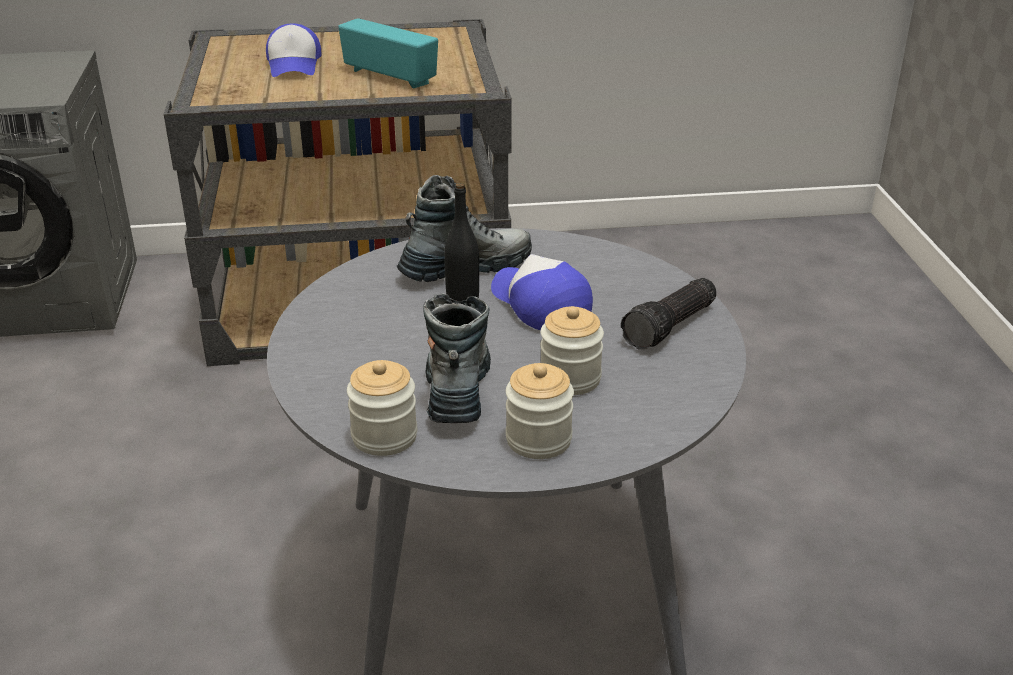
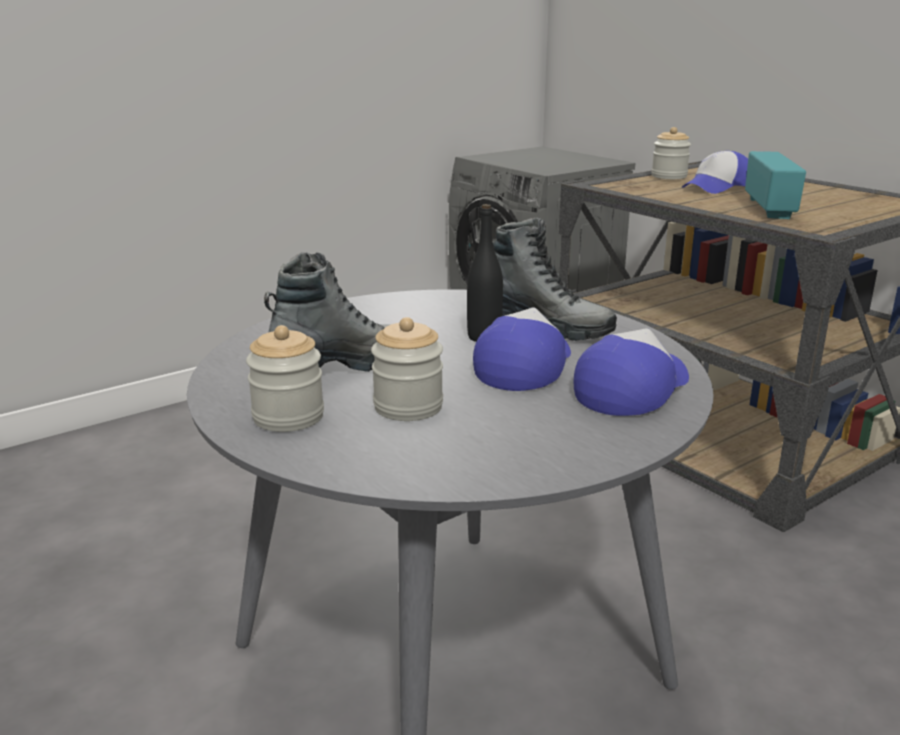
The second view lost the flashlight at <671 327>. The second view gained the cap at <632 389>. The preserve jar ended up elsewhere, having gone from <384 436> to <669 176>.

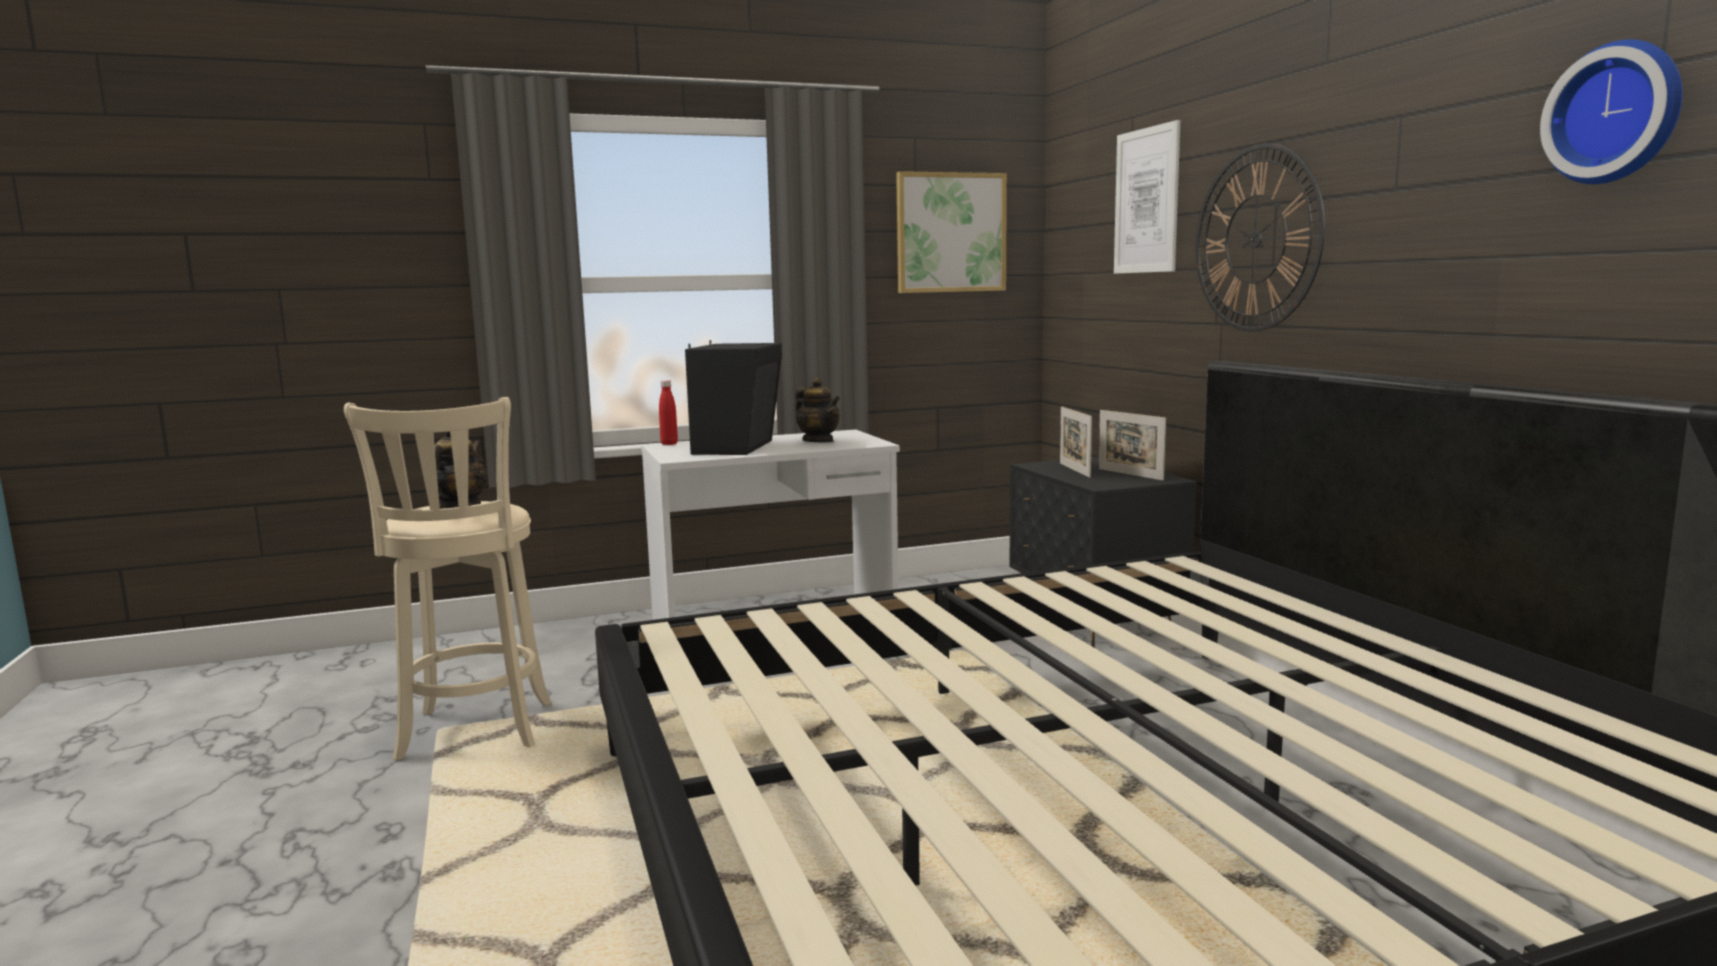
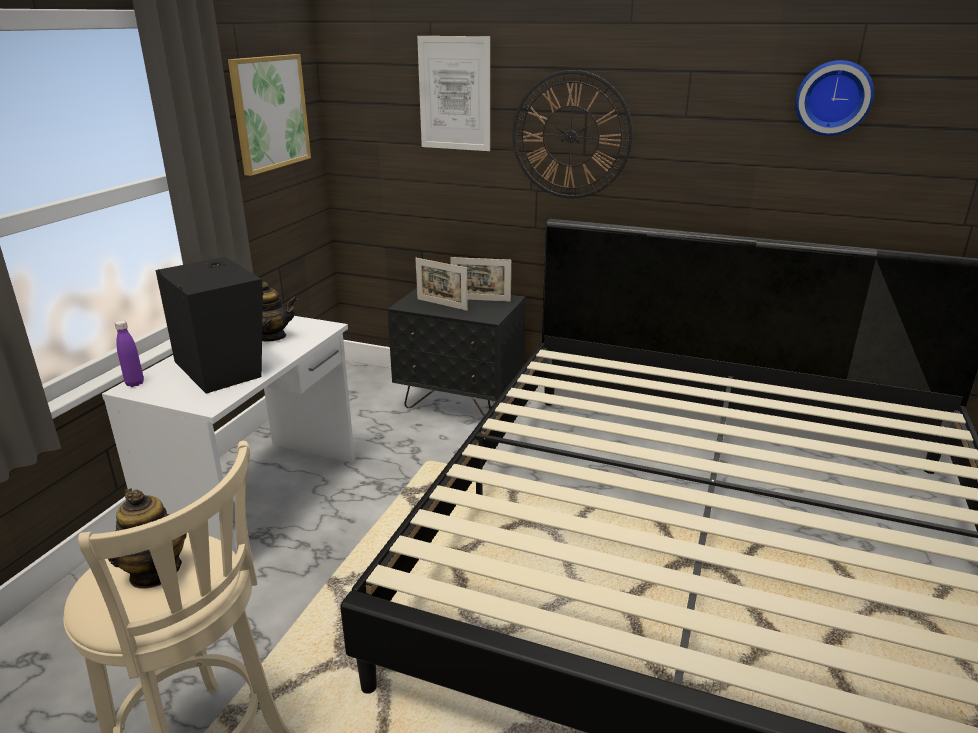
What was the red drink bottle at <669 444> turned into the purple drink bottle at <135 383>.

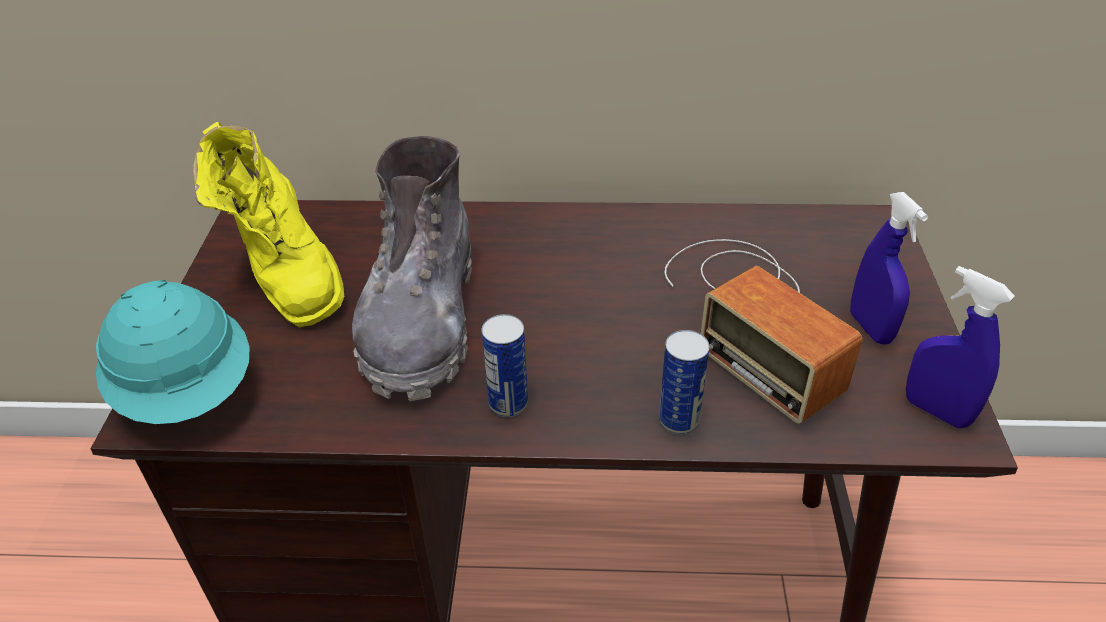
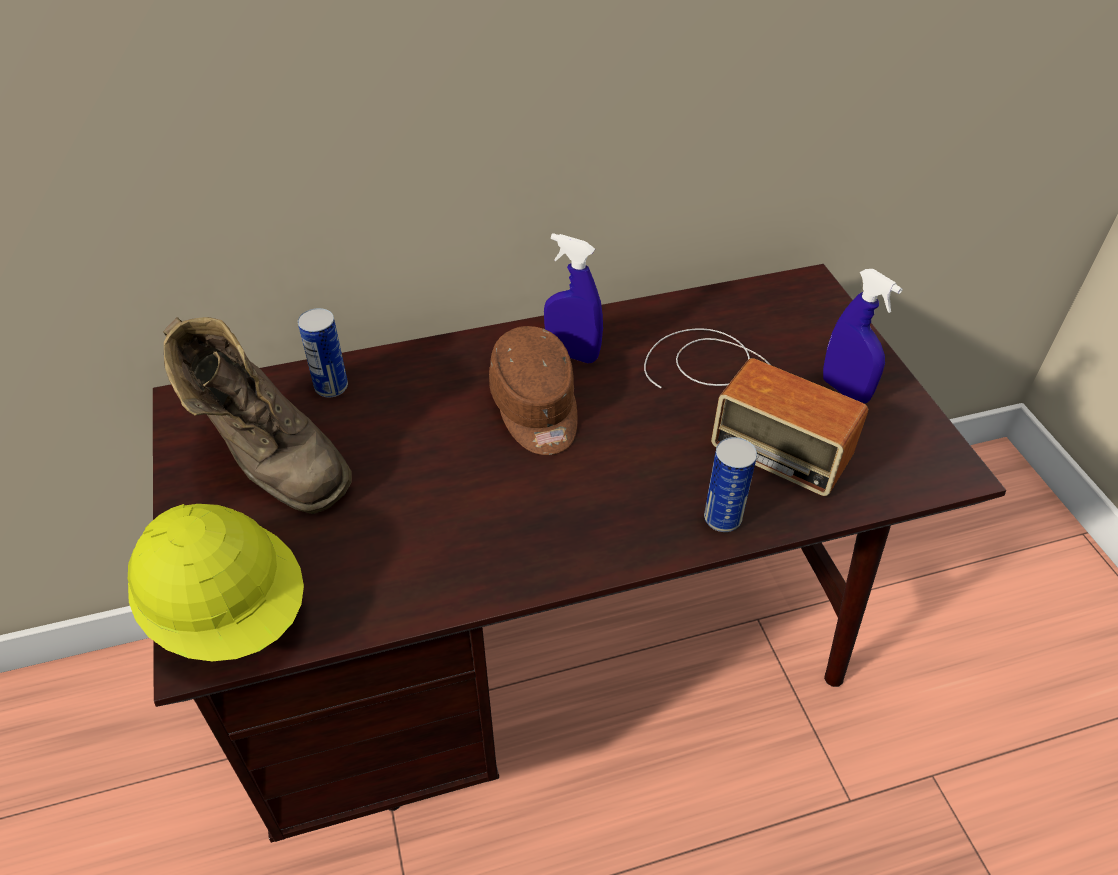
The second view lost the grey tall boot at <422 320>. The second view gained the brown-coloured cap at <536 409>. The sealed can ended up elsewhere, having gone from <508 403> to <331 387>. The blue hand sprayer ended up elsewhere, having gone from <936 411> to <572 354>. What was the blue-green hard hat at <188 391> turned into the yellowish hard hat at <229 612>. What was the yellowish tall boot at <287 277> turned into the brown-coloured tall boot at <270 461>.

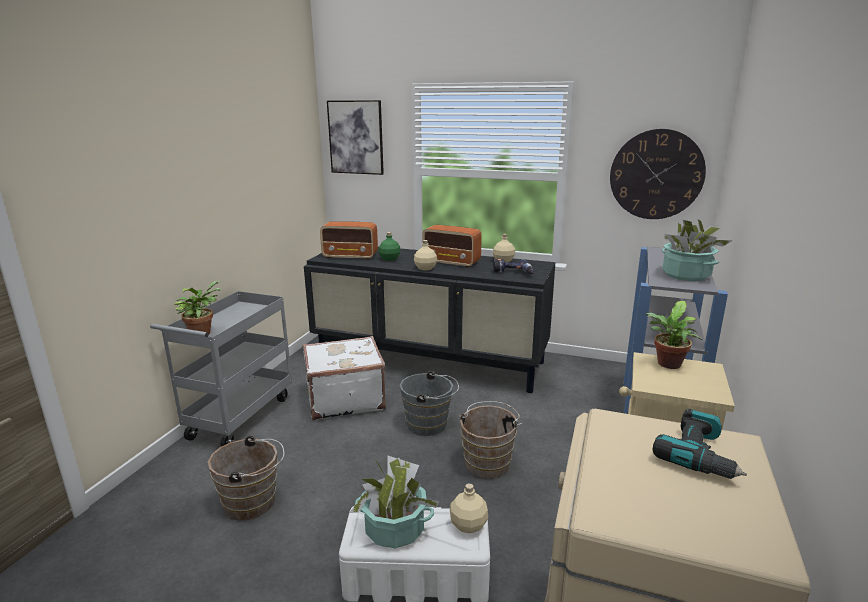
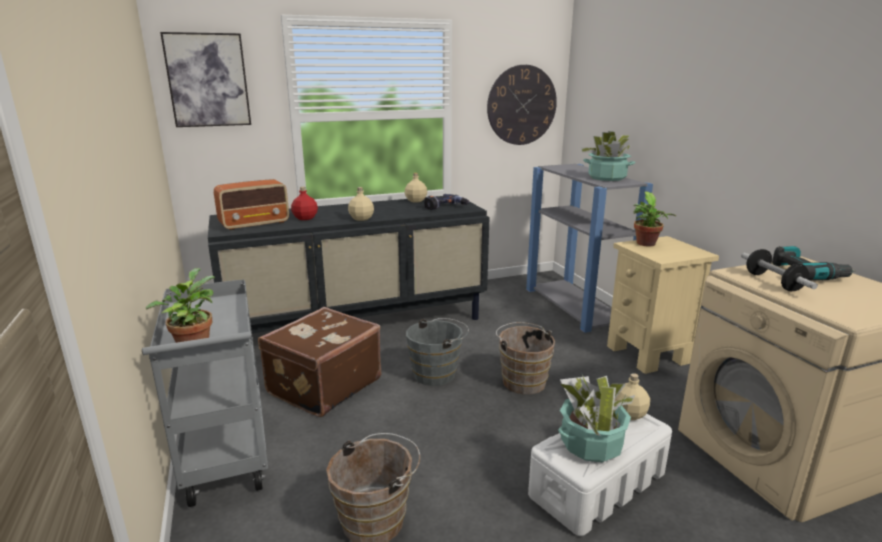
The second view lost the radio at <452 262>. The second view gained the hand weight at <773 282>. What was the whitish travel case at <344 399> turned into the brown-coloured travel case at <322 385>. What was the green drink bottle at <389 259> turned into the red drink bottle at <305 218>.

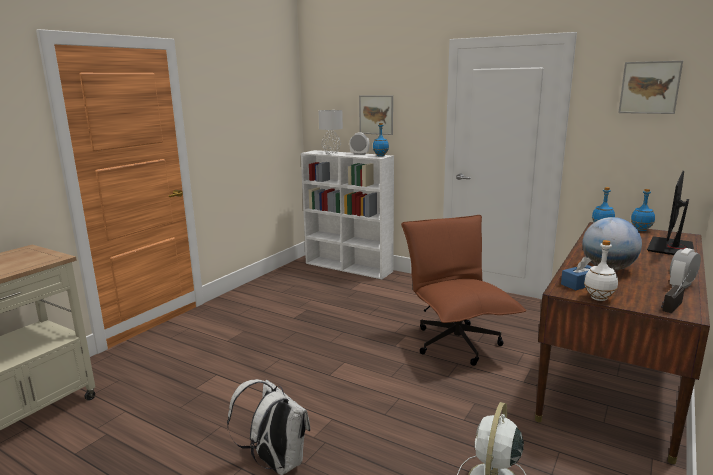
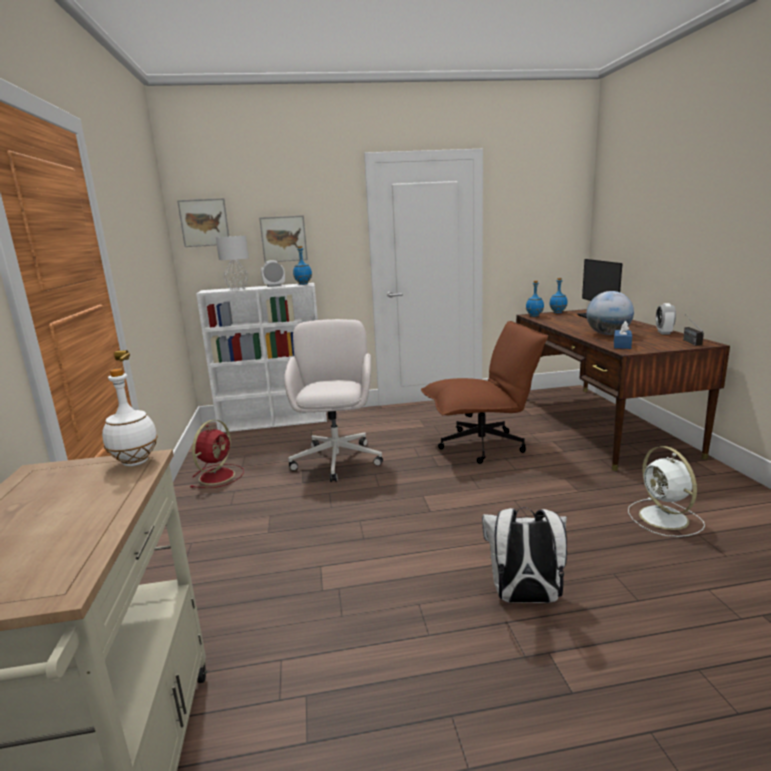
The second view gained the red fan at <218 475>. The second view gained the whitish office chair at <337 460>. The whitish drink bottle ended up elsewhere, having gone from <598 298> to <135 462>. The picture ended up elsewhere, having gone from <649 87> to <204 222>. The brown-coloured office chair at <457 344> ended up facing another way, 135 degrees clockwise from before.

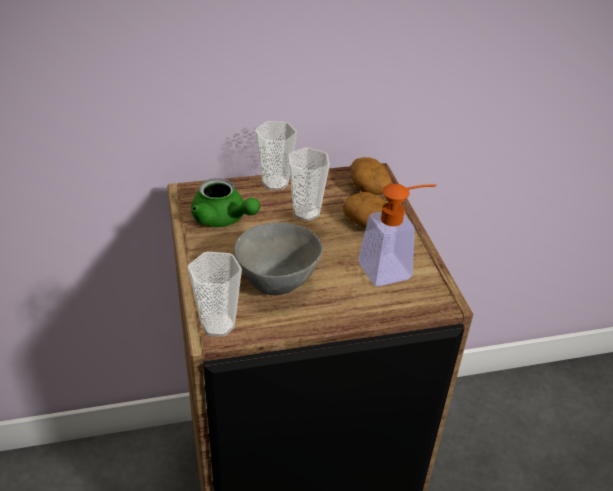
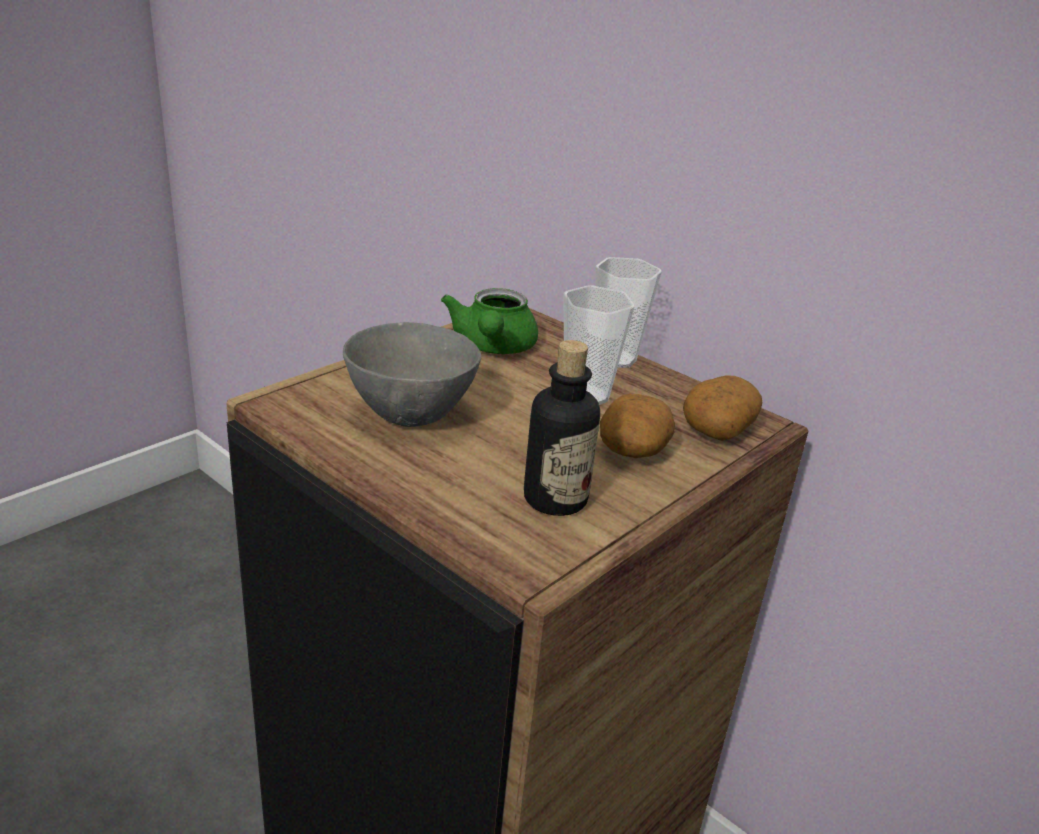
The second view lost the drinking cup at <218 325>. Where the liquid soap bottle stood at <393 269>, the drink bottle came to stand at <555 499>.

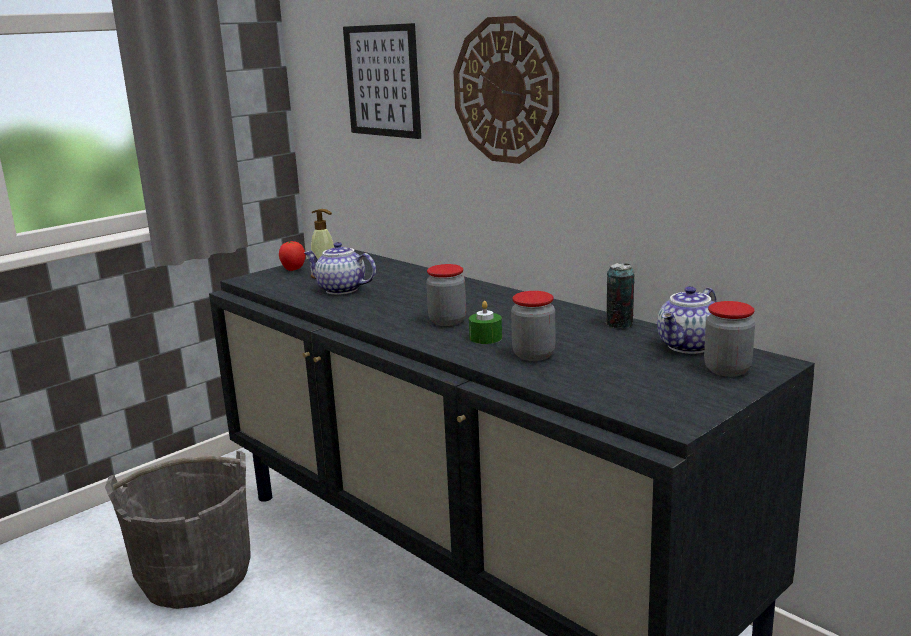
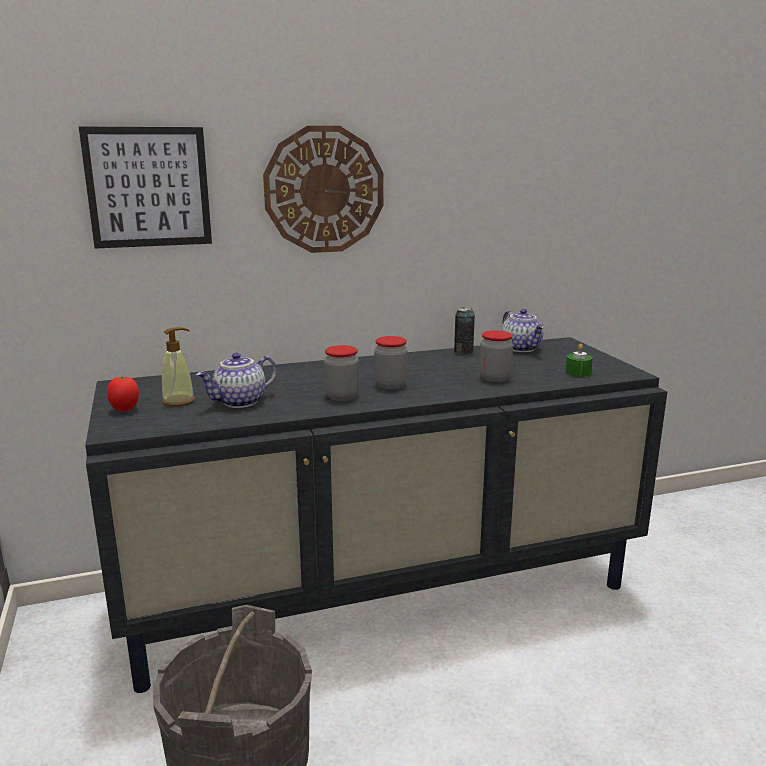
The green wax candle ended up elsewhere, having gone from <485 338> to <578 372>. The preserve jar ended up elsewhere, having gone from <727 370> to <342 396>.

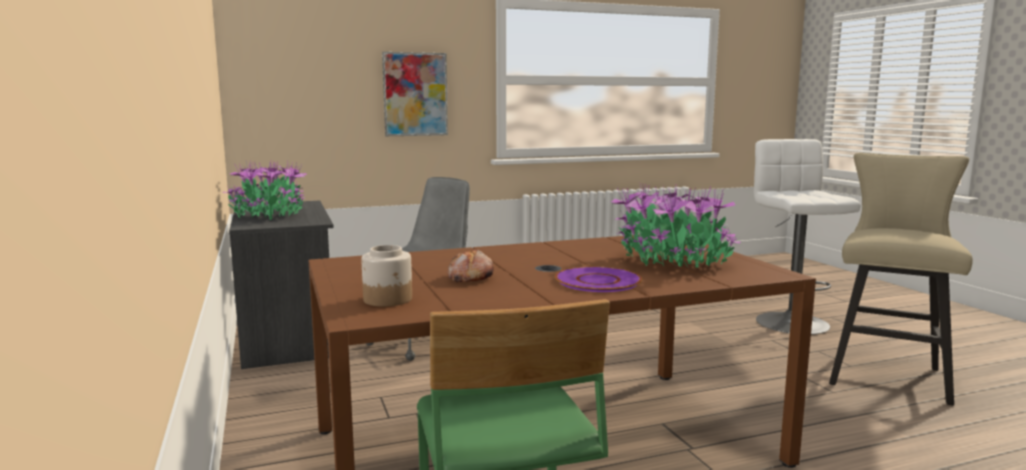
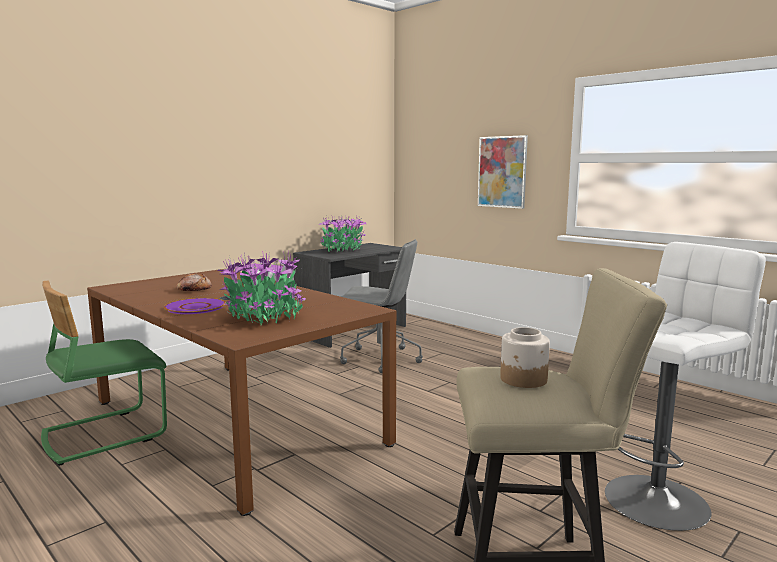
The preserve jar ended up elsewhere, having gone from <388 299> to <523 380>.

